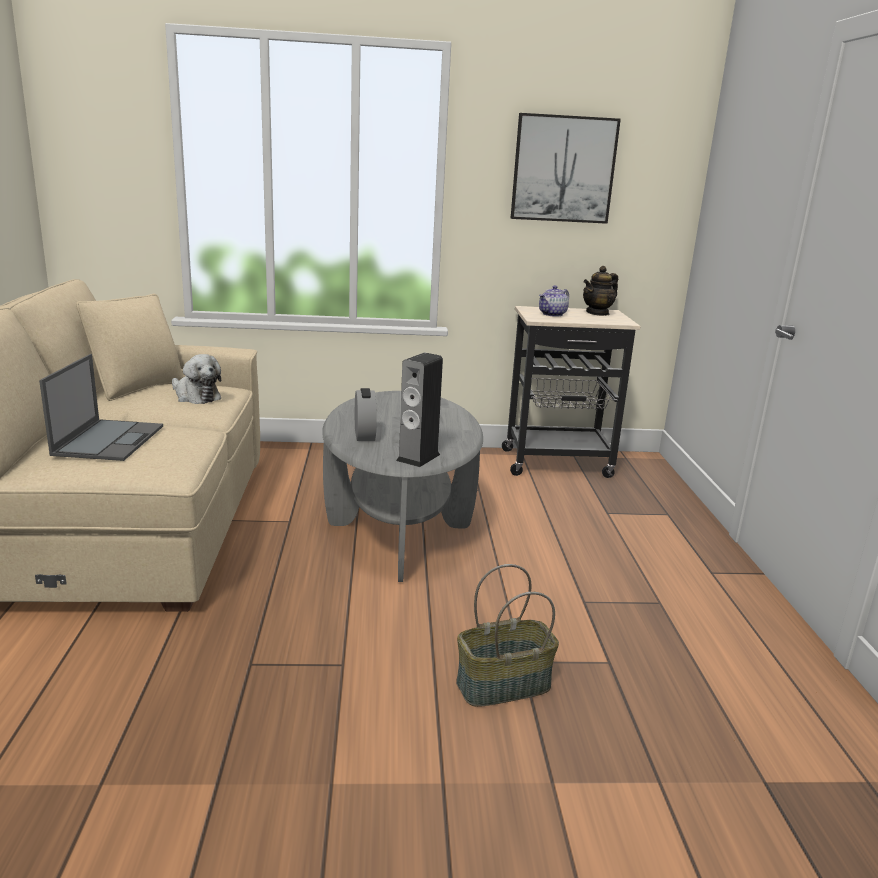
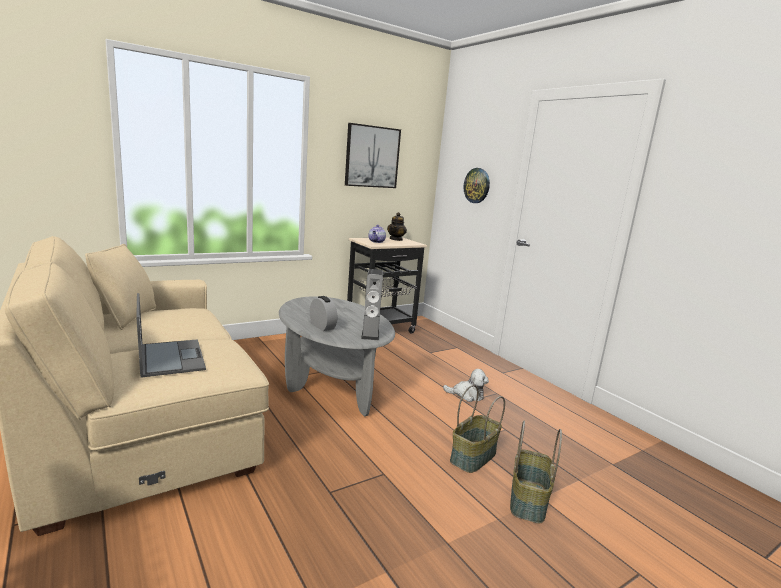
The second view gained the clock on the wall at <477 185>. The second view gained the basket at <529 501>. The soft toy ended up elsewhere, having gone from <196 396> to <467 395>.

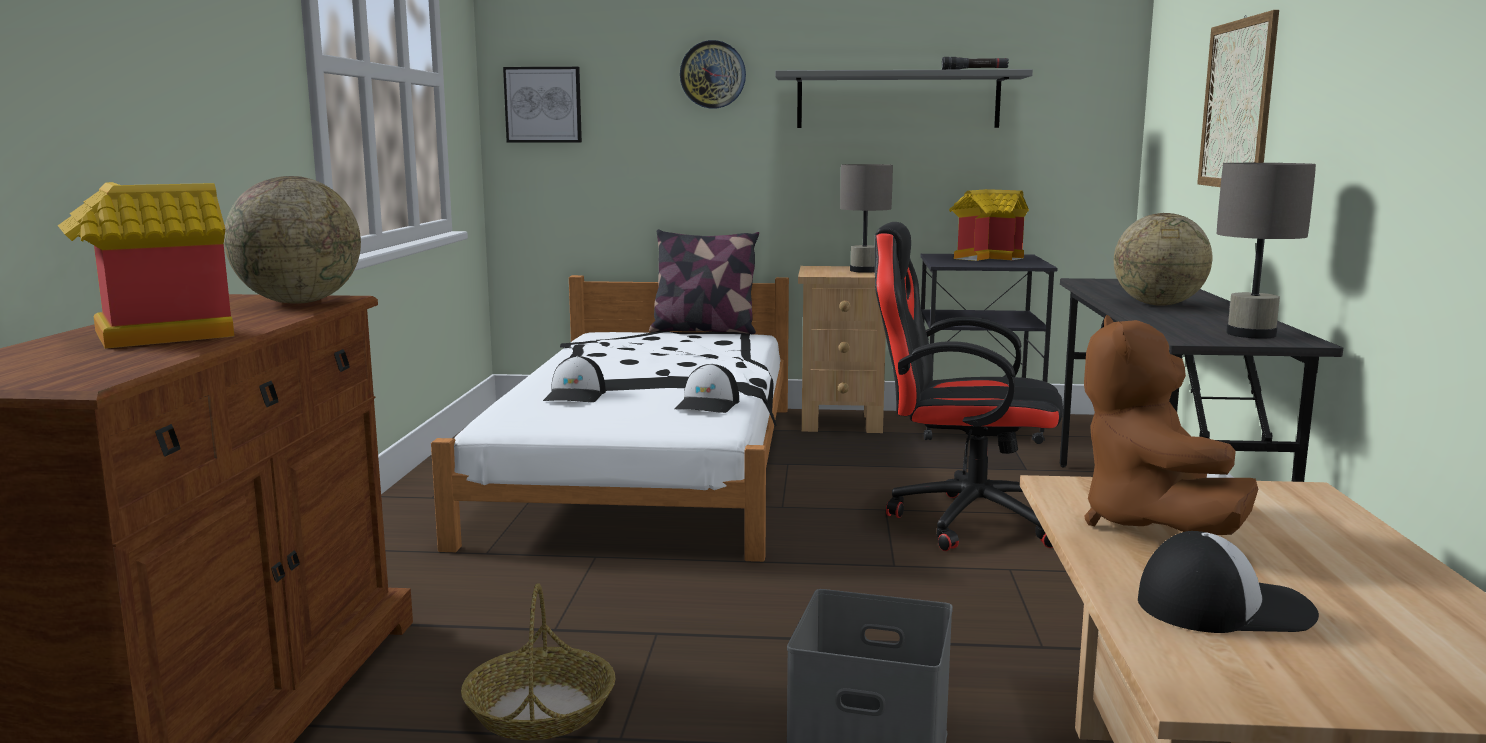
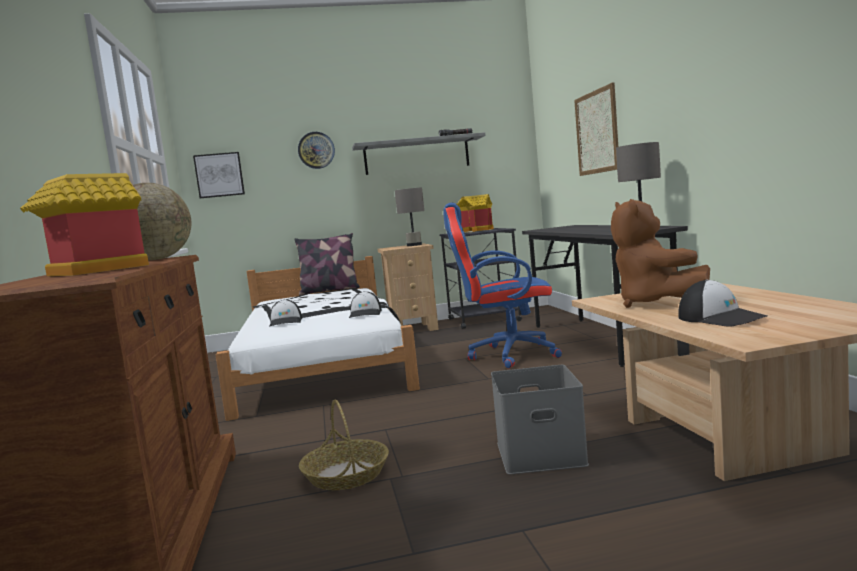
The second view lost the desk globe at <1158 304>. What was the blackish office chair at <959 520> turned into the blue office chair at <506 355>. The cap at <1223 607> ended up facing another way, 75 degrees clockwise from before.

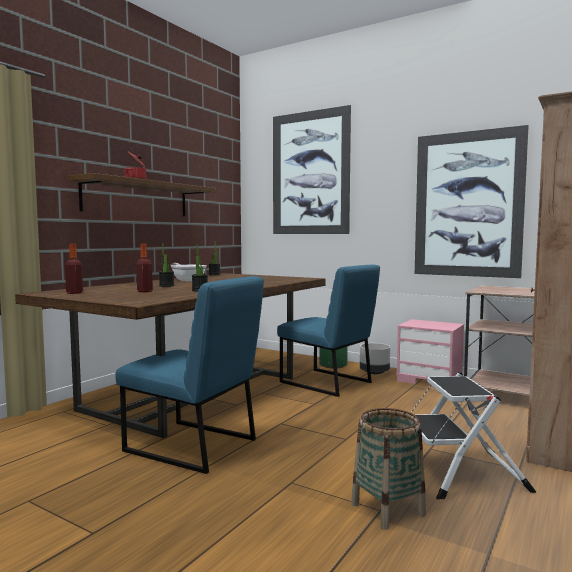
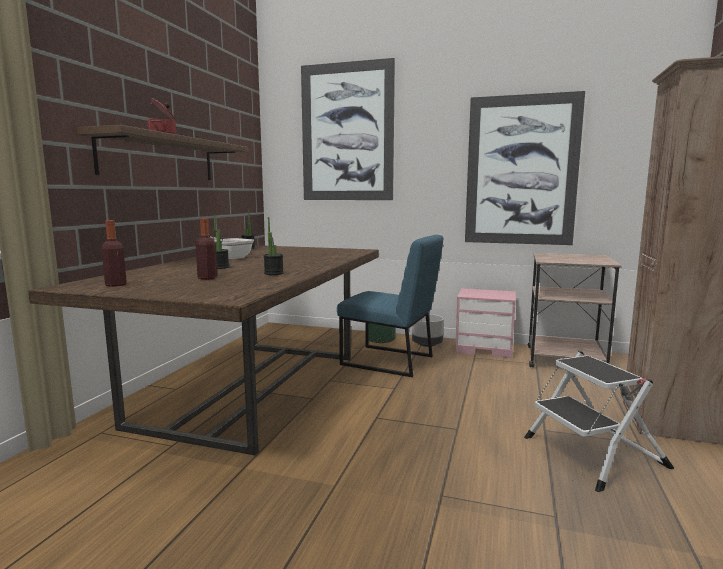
The second view lost the blue chair at <193 446>. The second view lost the basket at <387 509>.

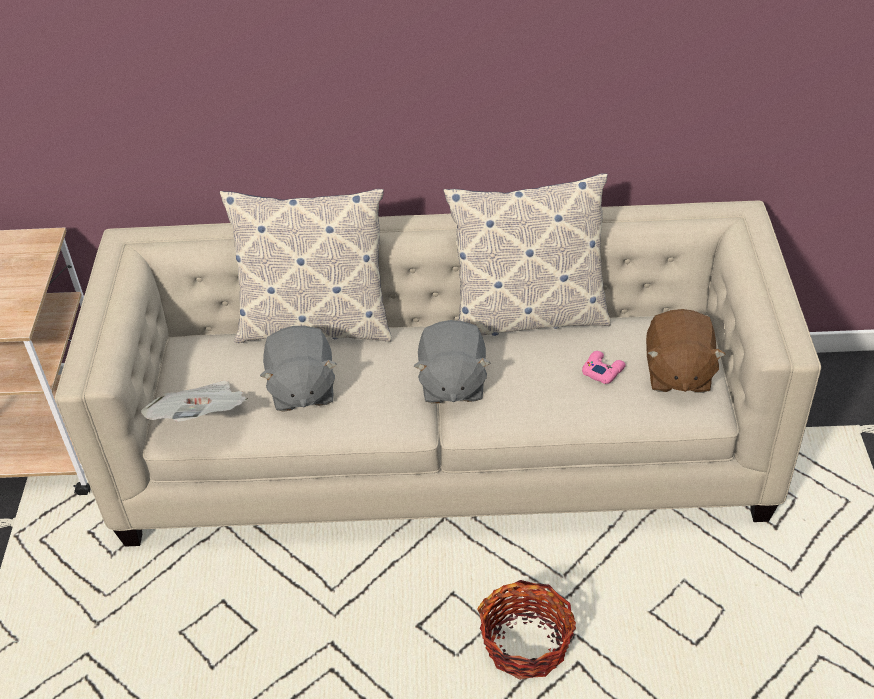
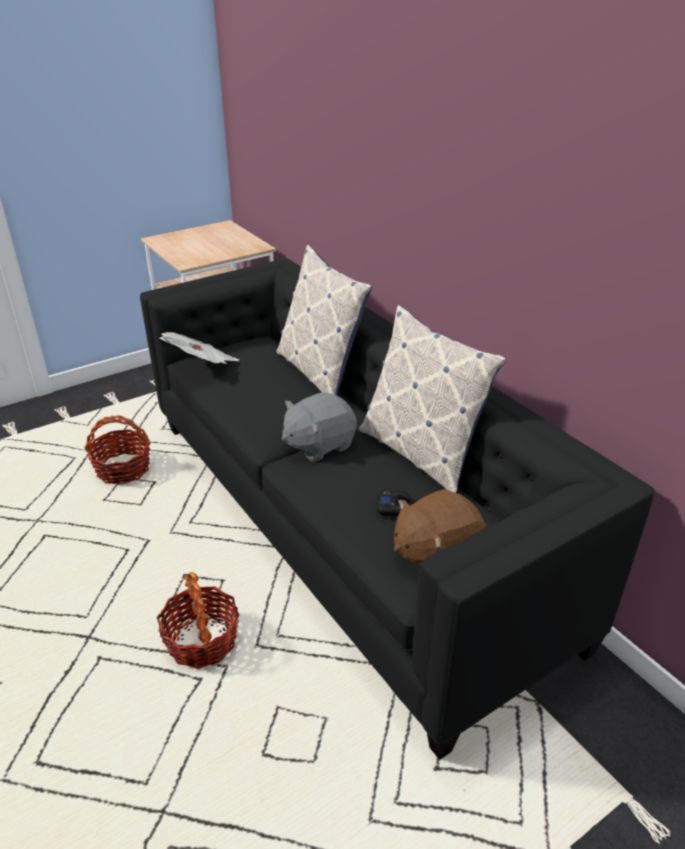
The second view lost the grey soft toy at <301 389>. The second view gained the basket at <123 469>. What was the sand-coloured settee at <443 454> turned into the blackish settee at <343 523>. What was the pink game controller at <602 370> turned into the blackish game controller at <394 508>.

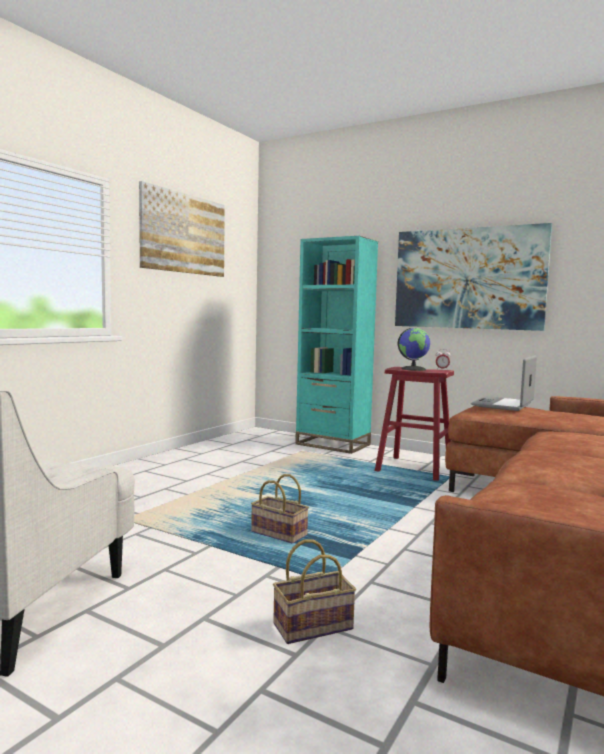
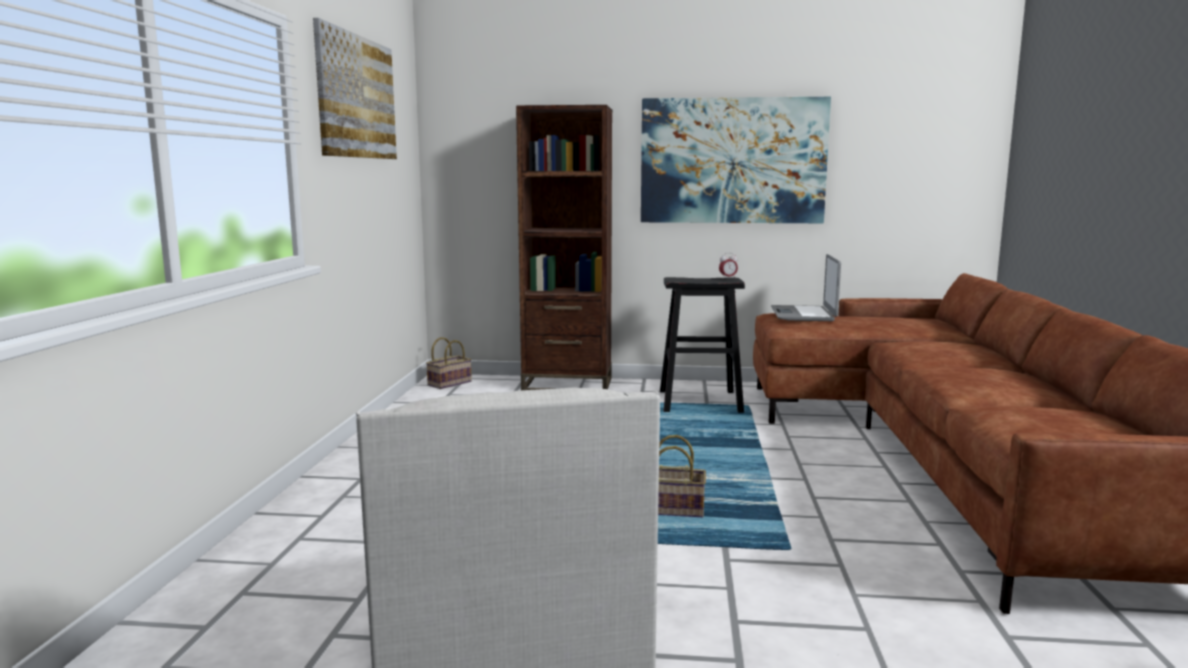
The second view lost the desk globe at <413 369>. The basket ended up elsewhere, having gone from <314 625> to <450 383>. What was the blue-green shelving unit at <333 444> turned into the brown-coloured shelving unit at <567 384>. What was the red sitting stool at <414 468> turned into the blackish sitting stool at <700 401>.

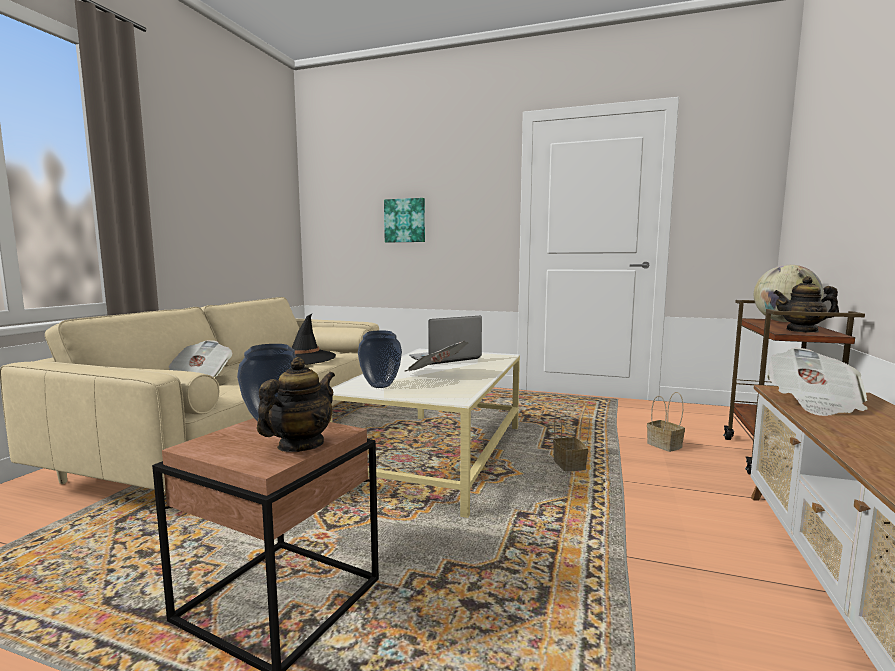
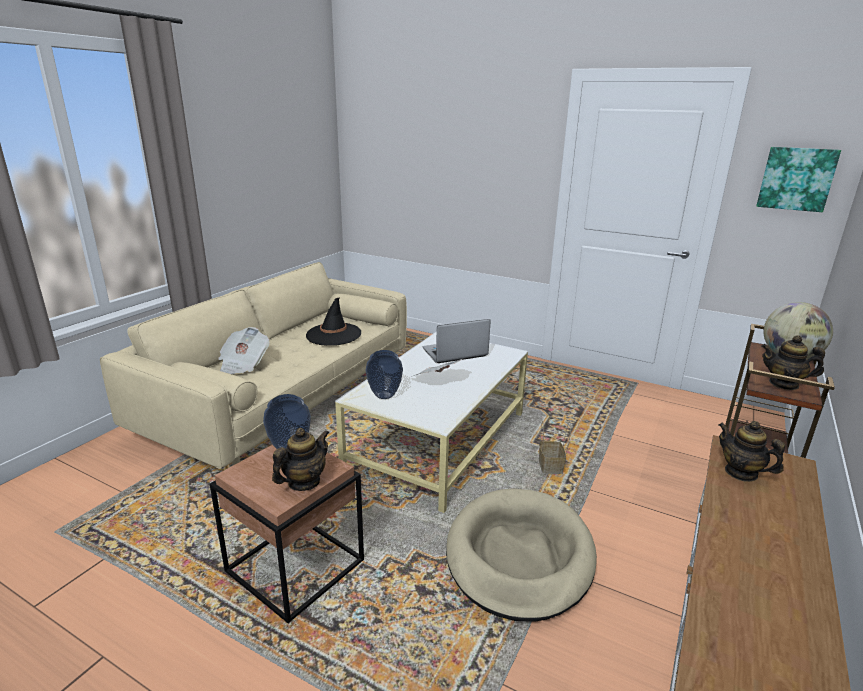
The second view lost the basket at <665 445>. The second view gained the sand-coloured pet bed at <519 556>. The picture ended up elsewhere, having gone from <405 220> to <796 179>. Where the printed paper stood at <812 404>, the teapot came to stand at <741 473>.

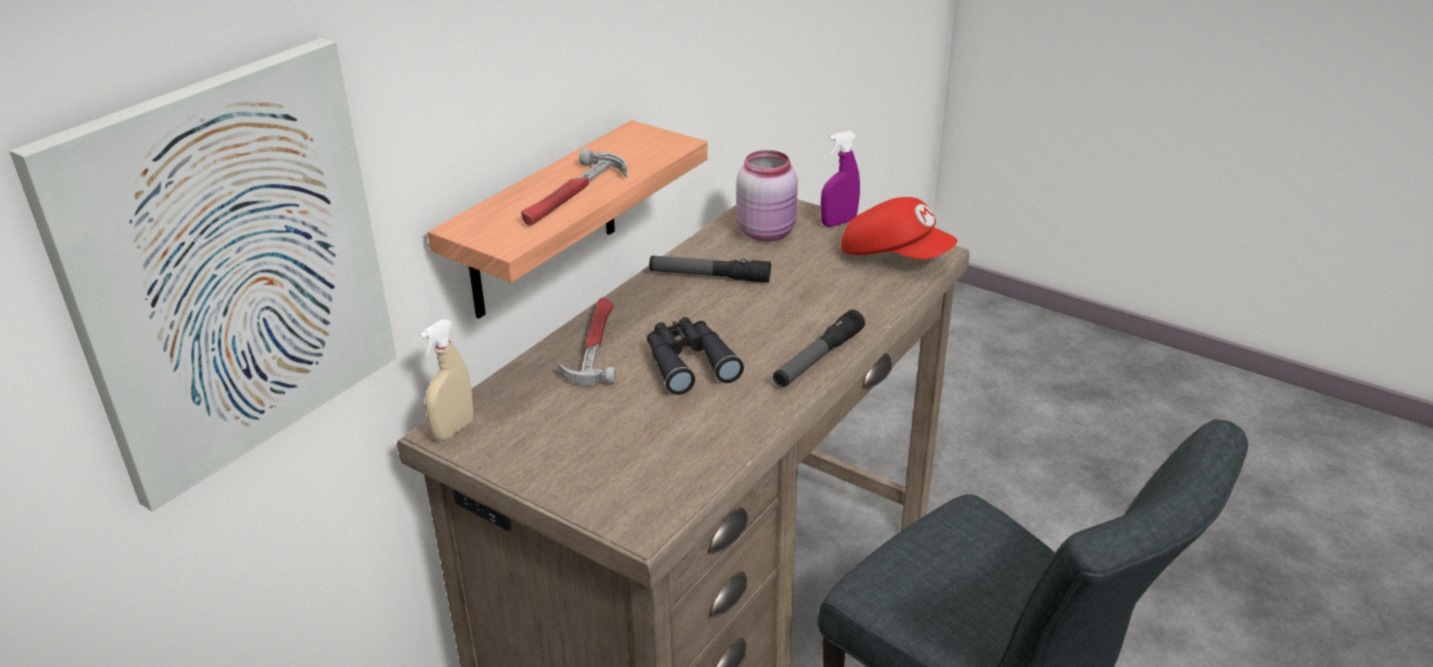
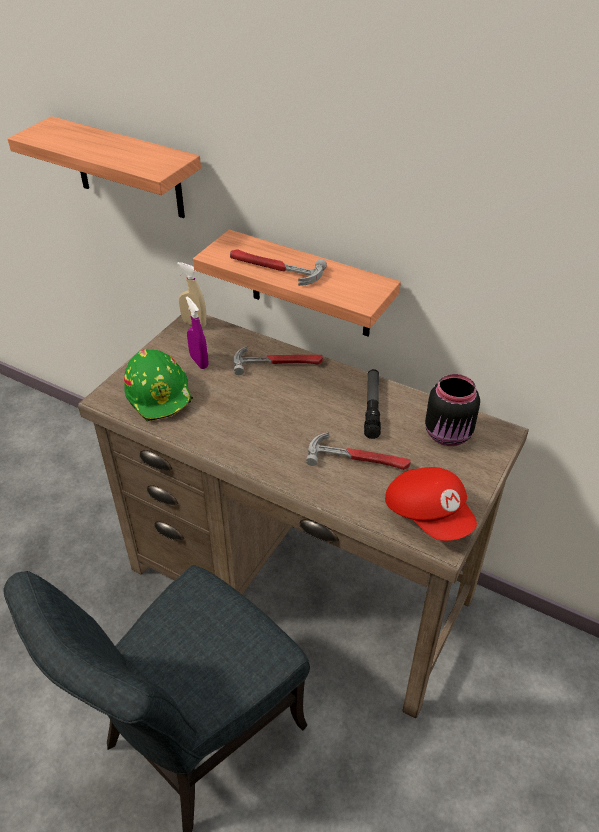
The second view lost the blackish field glasses at <688 363>. The second view lost the flashlight at <818 358>. The second view gained the green hard hat at <160 394>. The second view gained the hand hammer at <359 458>. The purple hand sprayer ended up elsewhere, having gone from <838 222> to <199 362>. Where the picture hung at <230 269>, the wall shelf came to hang at <128 169>. What was the pink preserve jar at <767 232> turned into the blackish preserve jar at <448 435>. The red cap at <895 256> ended up facing another way, 60 degrees counterclockwise from before.

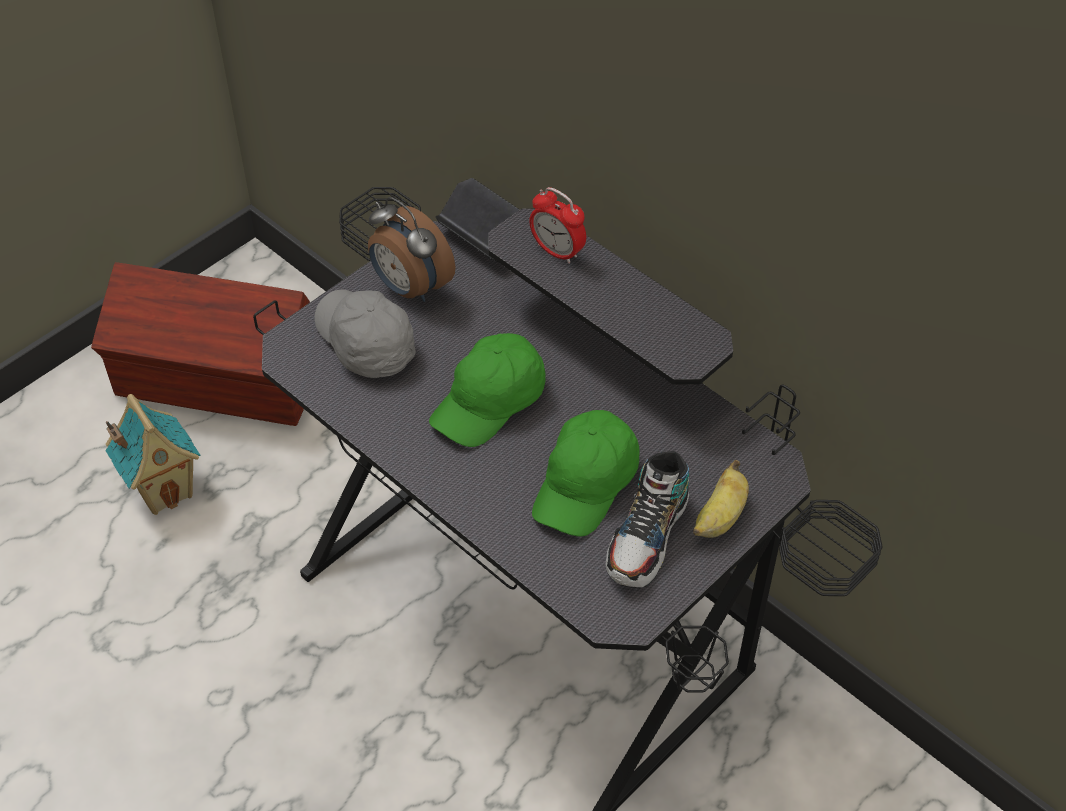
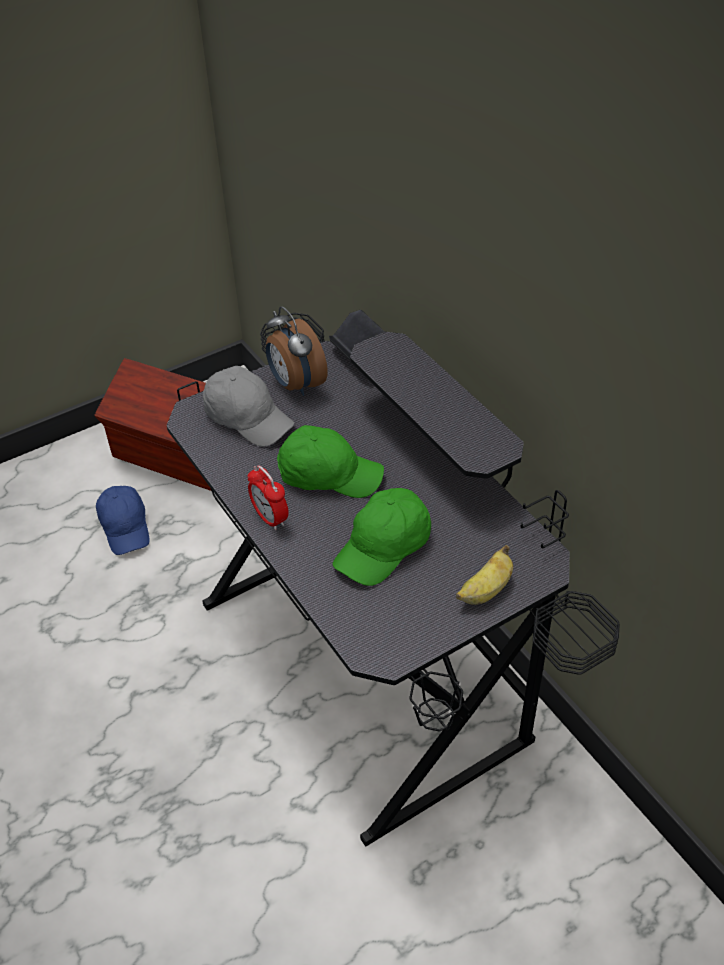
The second view lost the low shoe at <647 538>. The bedside clock ended up elsewhere, having gone from <557 251> to <270 518>. Where the miniature house stood at <165 490>, the blue cap came to stand at <126 527>. The grey cap at <364 343> ended up facing another way, 150 degrees clockwise from before. The green cap at <490 402> ended up facing another way, 135 degrees counterclockwise from before.

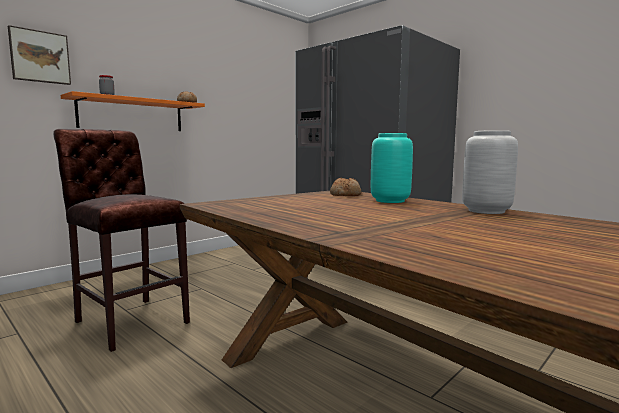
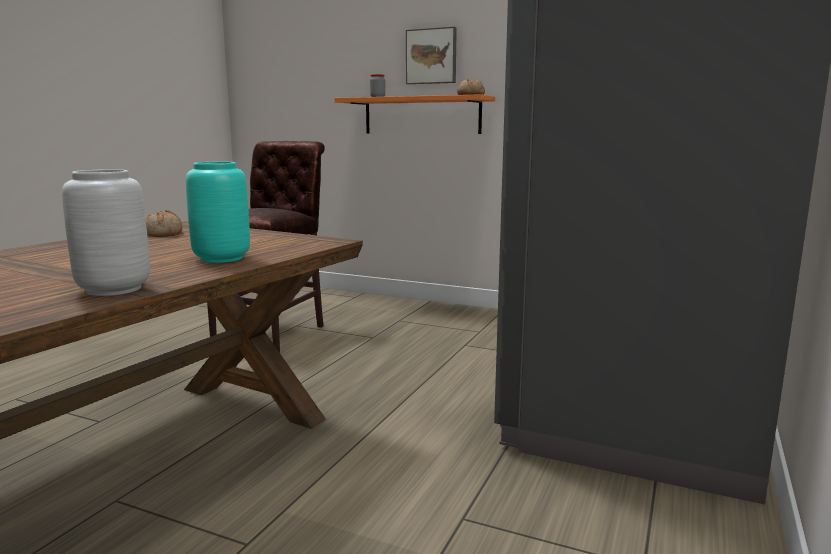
The picture ended up elsewhere, having gone from <40 57> to <431 56>. The bread ended up elsewhere, having gone from <346 195> to <165 234>.

